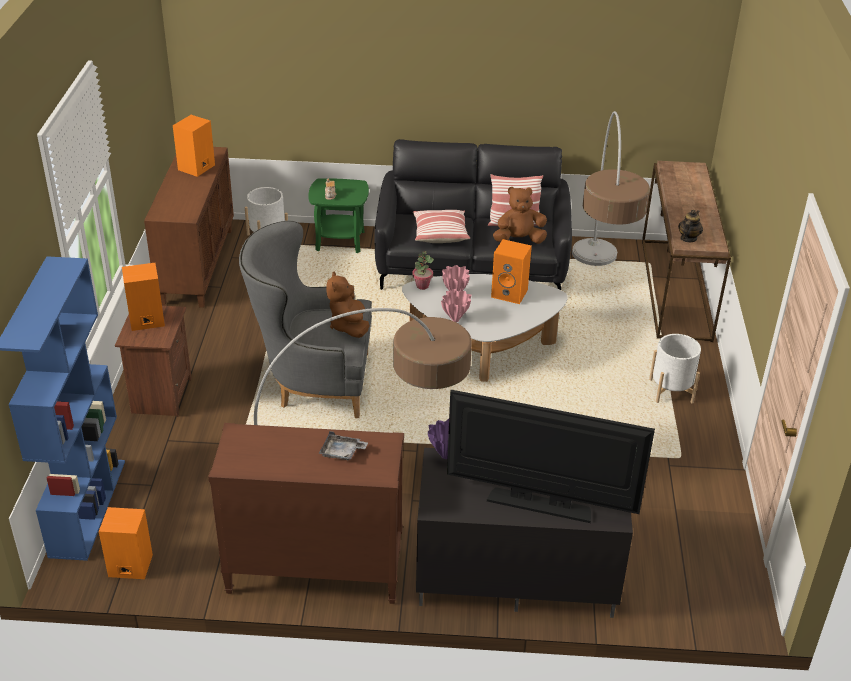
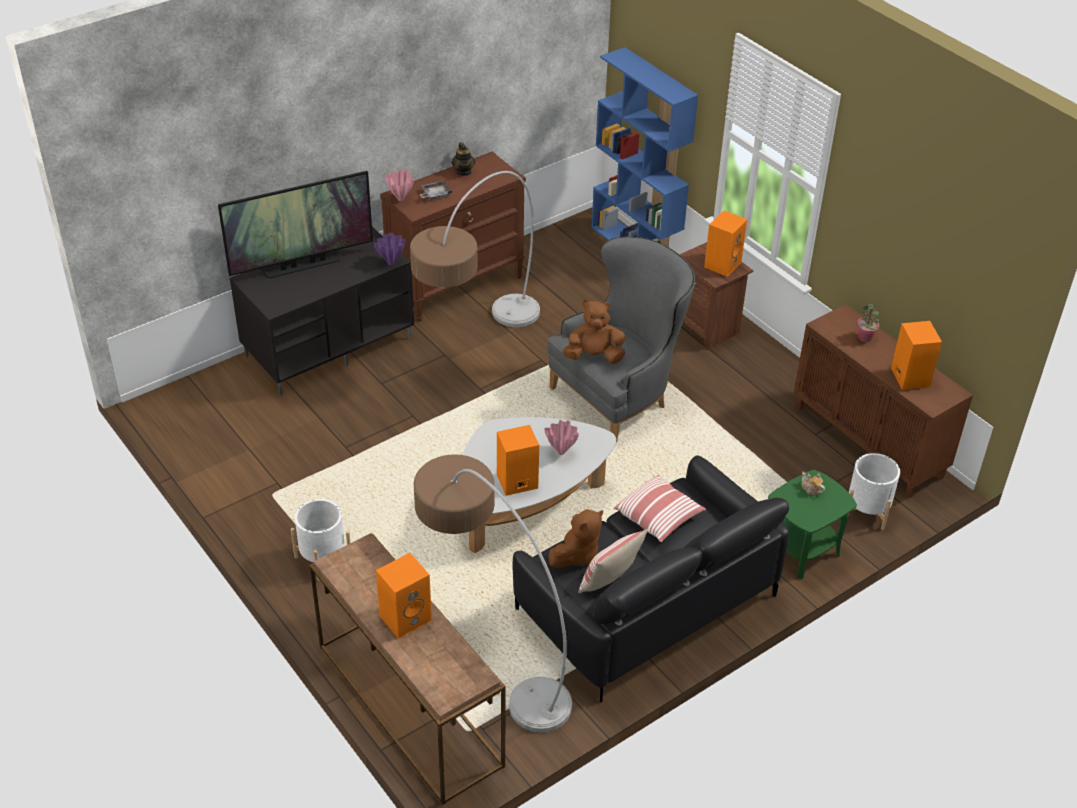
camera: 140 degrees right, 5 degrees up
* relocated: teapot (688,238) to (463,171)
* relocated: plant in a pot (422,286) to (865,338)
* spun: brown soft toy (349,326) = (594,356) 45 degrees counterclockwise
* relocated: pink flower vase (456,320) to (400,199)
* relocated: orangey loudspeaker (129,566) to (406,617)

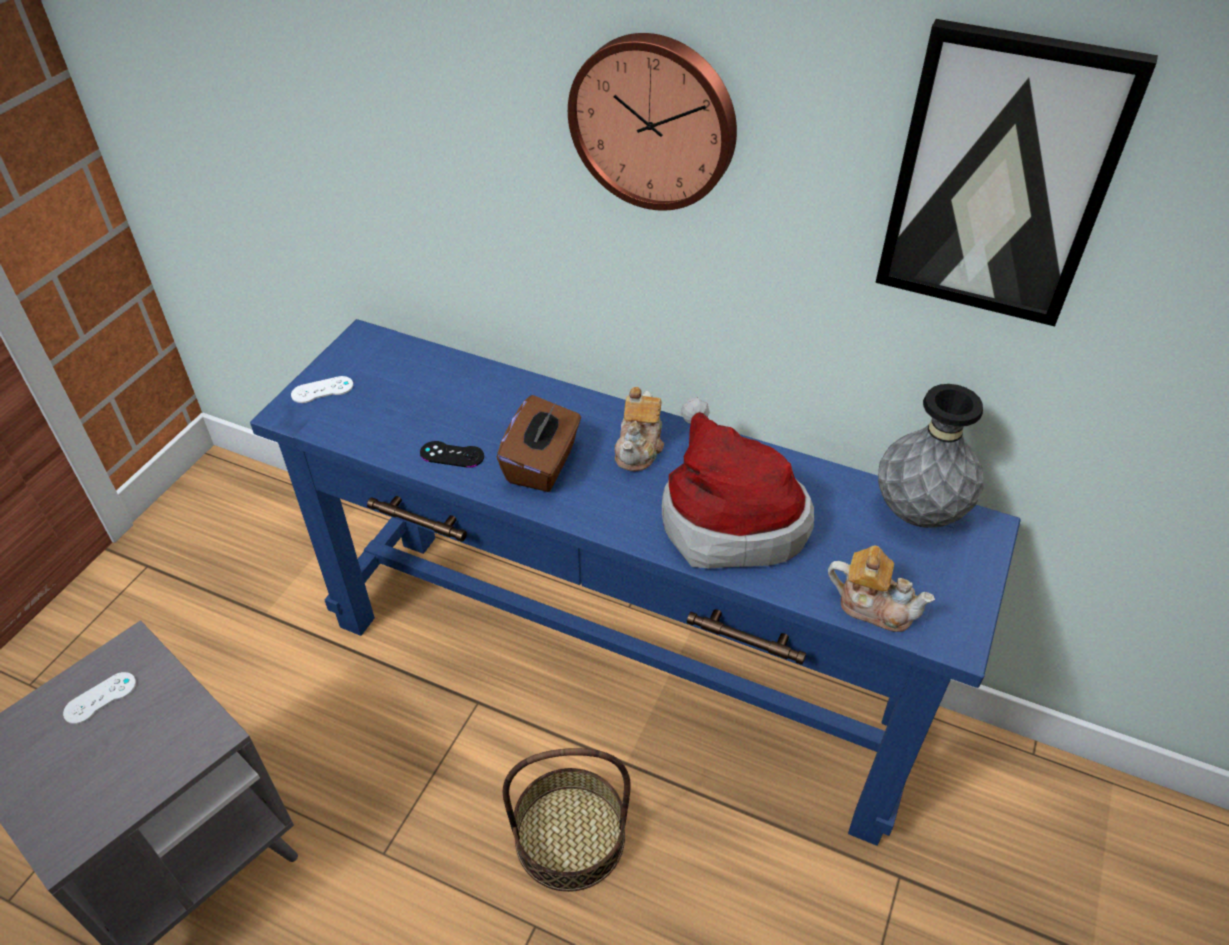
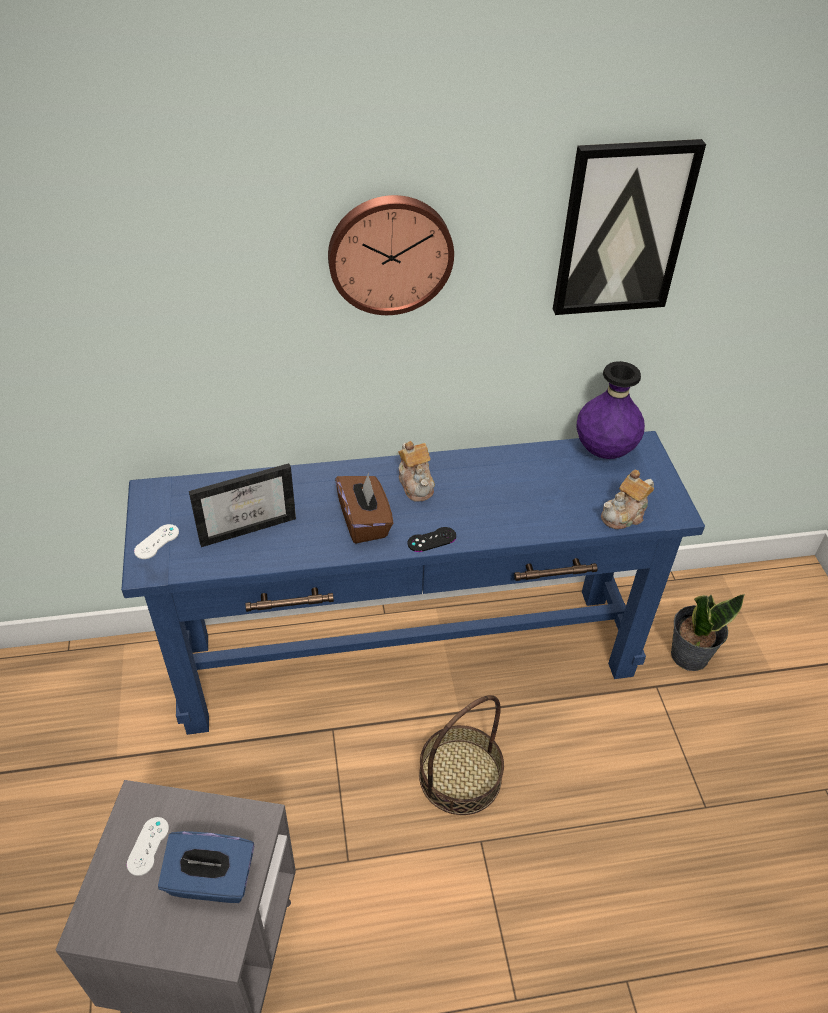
camera: 35 degrees left, 0 degrees up
* colour: greyish flower vase (919,513) to purplish flower vase (604,451)
* missing: clothing hat (727,517)
* relocated: black joypad (452,455) to (432,540)
* spun: teapot (874,606) = (624,515) 150 degrees clockwise
* appeared: standing frame (247,524)
* appeared: plant in a pot (689,654)
* appeared: bluish box of tissues (211,881)

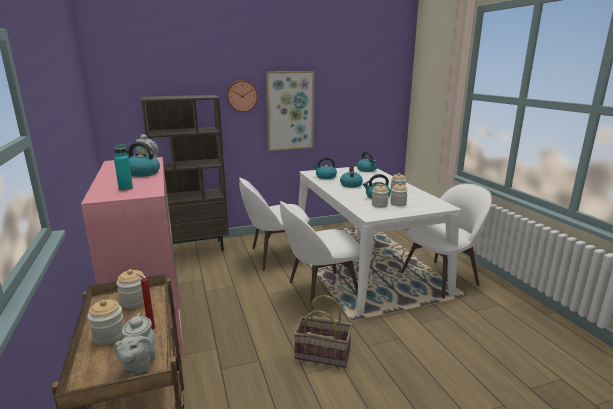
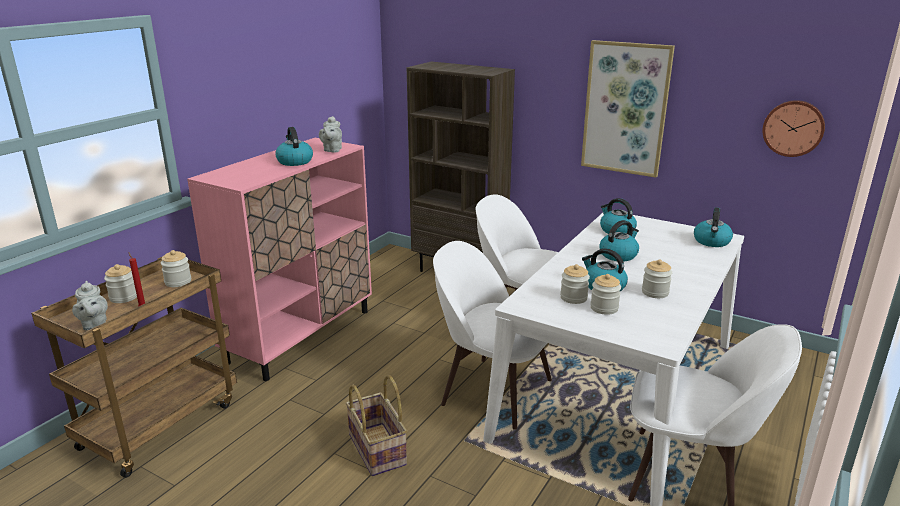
camera: 50 degrees right, 5 degrees up
* relocated: clock on the wall (242,96) to (793,128)
* missing: turquoise bottle (125,188)
* spun: greyish teapot (139,366) = (94,325) 75 degrees counterclockwise

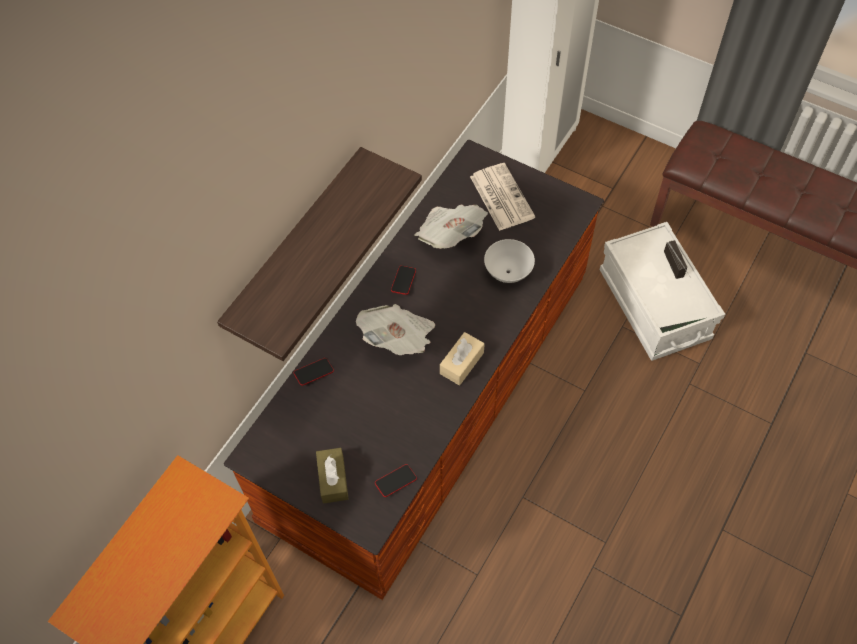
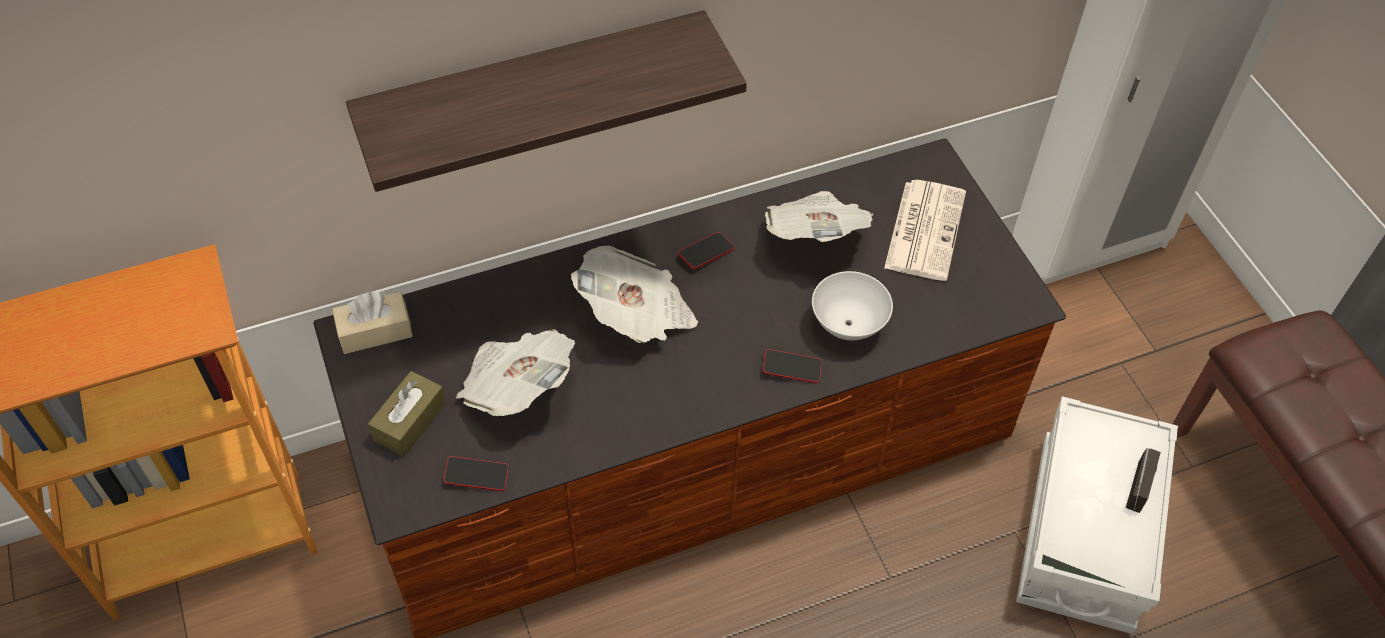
camera: 35 degrees right, 5 degrees down
* relocated: beige box of tissues (462,363) to (375,331)
* relocated: telephone (314,373) to (791,368)
* appeared: newspaper (517,387)

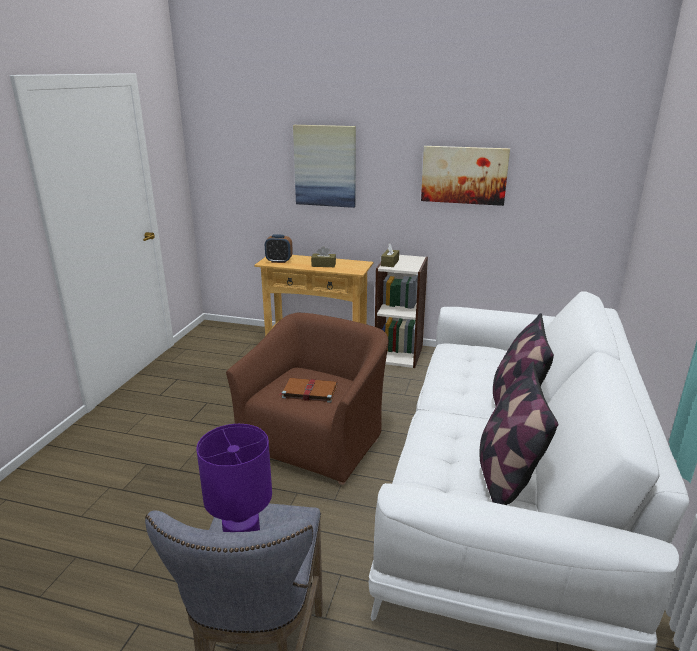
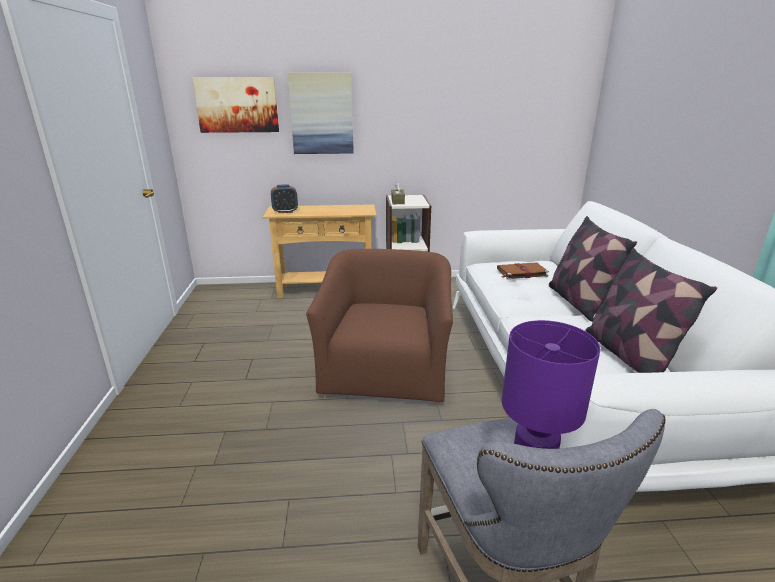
camera: 20 degrees left, 0 degrees up
* relocated: wall art (464,175) to (237,105)
* missing: brown box of tissues (323,265)
* relocated: brown book (309,391) to (521,272)

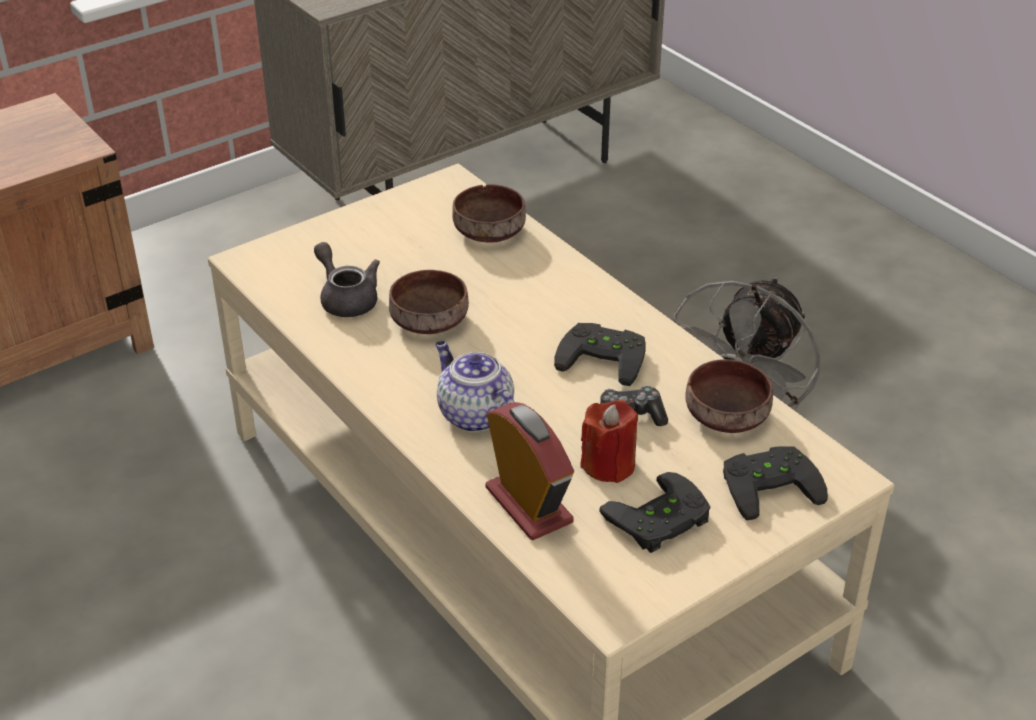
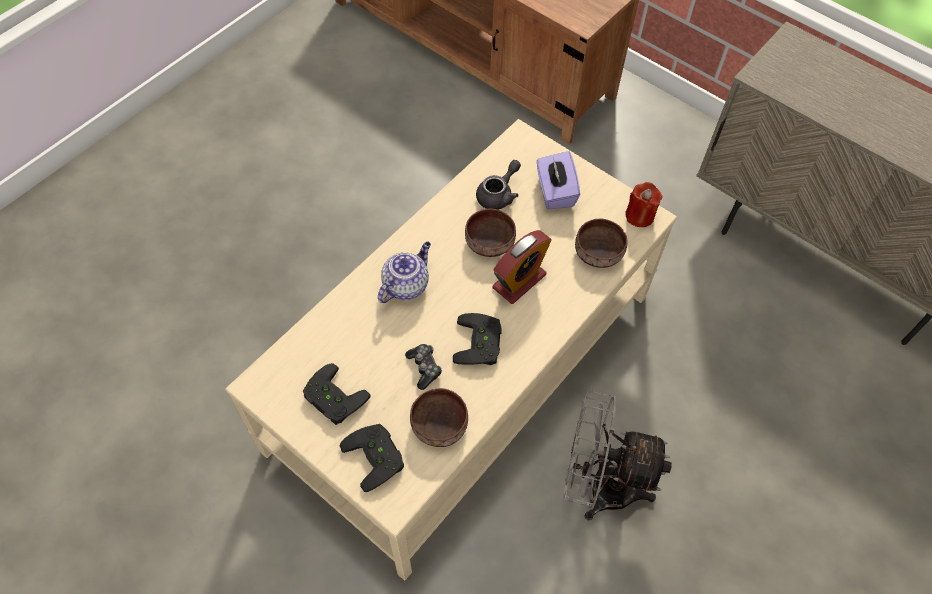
camera: 75 degrees right, 20 degrees up
* relocated: red wax candle (608,465) to (639,216)
* relocated: table clock (528,505) to (519,281)
* appeared: purplish box of tissues (555,192)

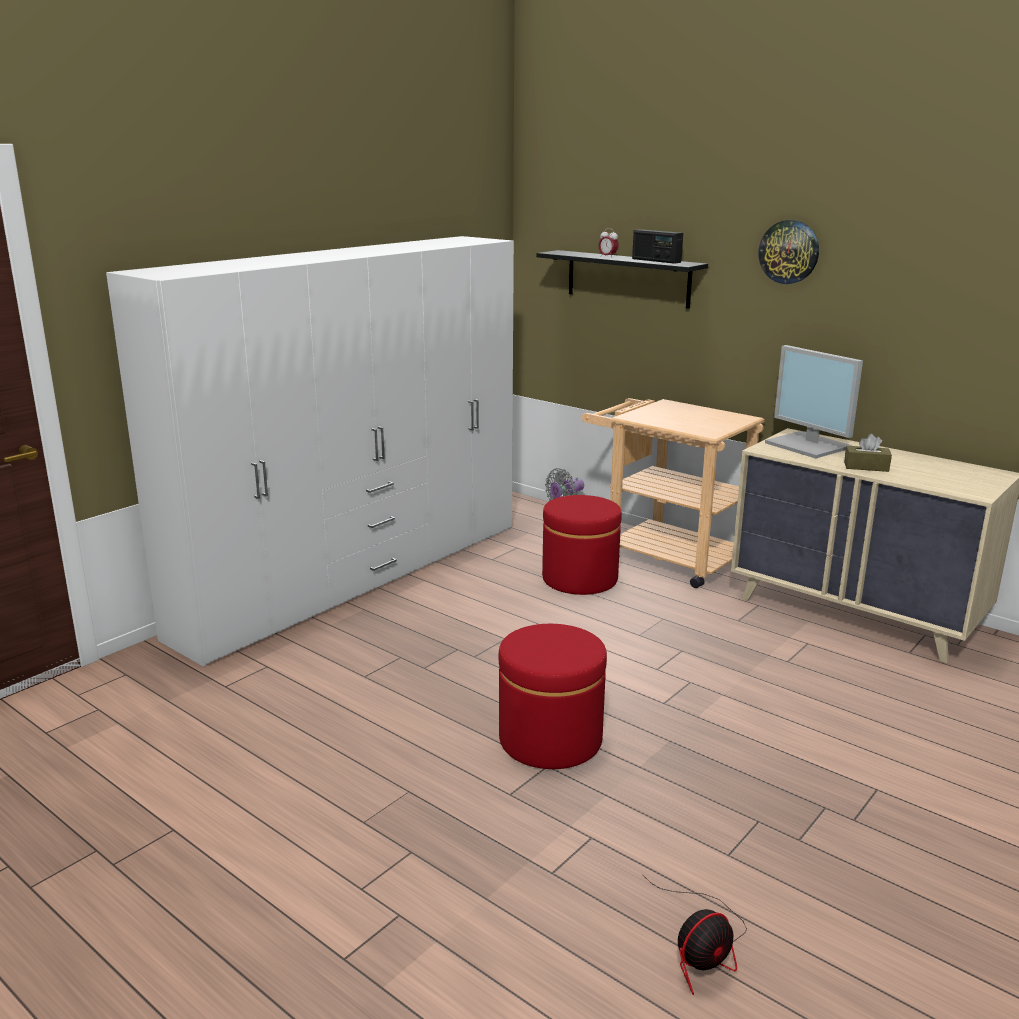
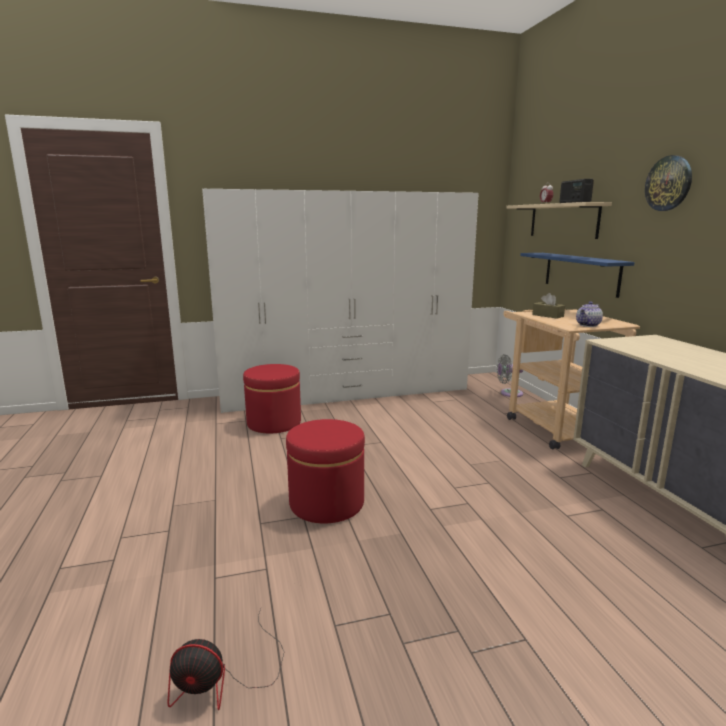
camera: 35 degrees right, 5 degrees down
* colour: black shelf (628,278) to beige shelf (563,220)
* missing: computer screen (809,445)
* relocated: brown box of tissues (866,467) to (547,315)
* relocated: red footrest (579,579) to (274,423)
* appeared: bluish shelf (581,273)
* appeared: teapot (588,325)

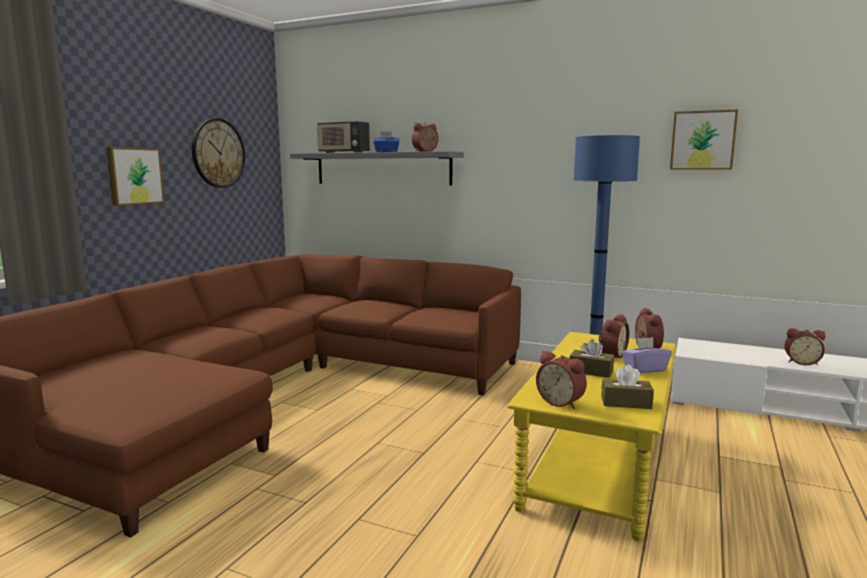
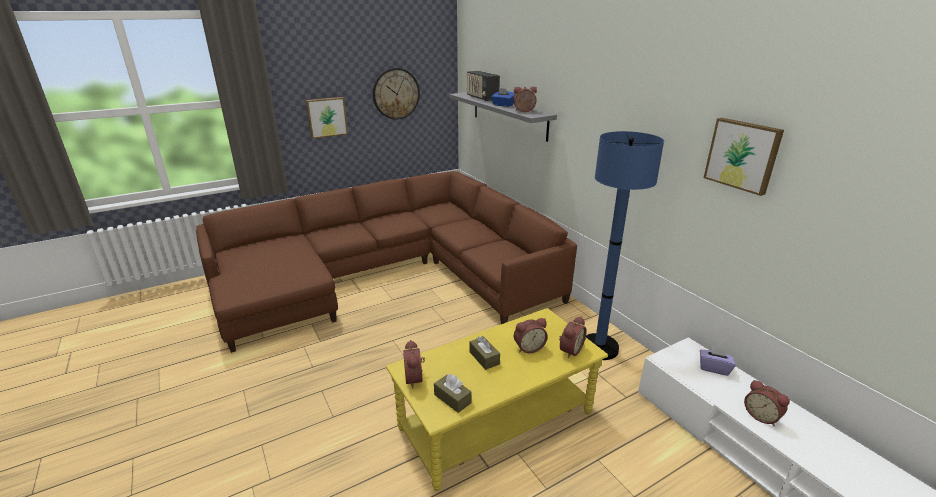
camera: 35 degrees right, 15 degrees up
* relocated: purplish box of tissues (644,369) to (713,368)

